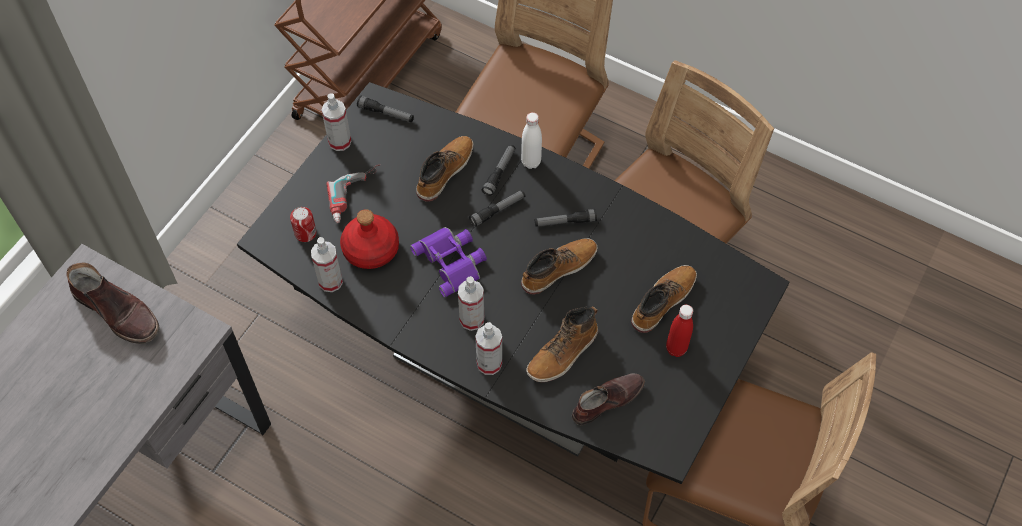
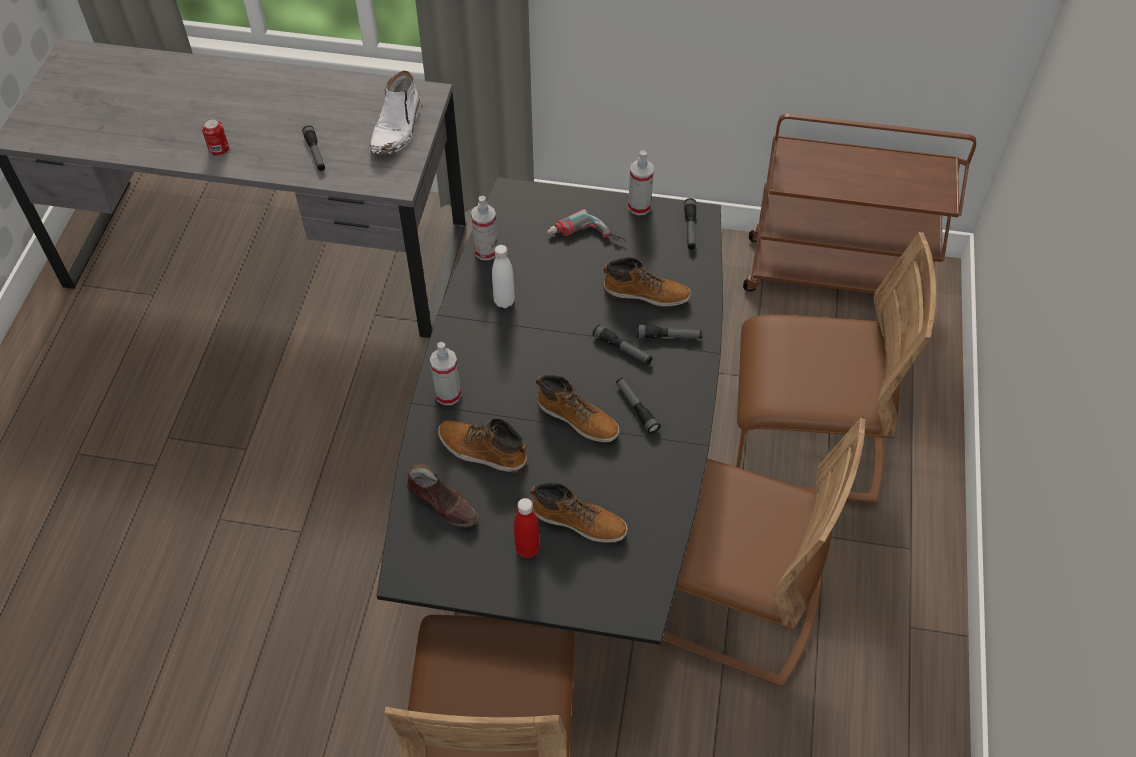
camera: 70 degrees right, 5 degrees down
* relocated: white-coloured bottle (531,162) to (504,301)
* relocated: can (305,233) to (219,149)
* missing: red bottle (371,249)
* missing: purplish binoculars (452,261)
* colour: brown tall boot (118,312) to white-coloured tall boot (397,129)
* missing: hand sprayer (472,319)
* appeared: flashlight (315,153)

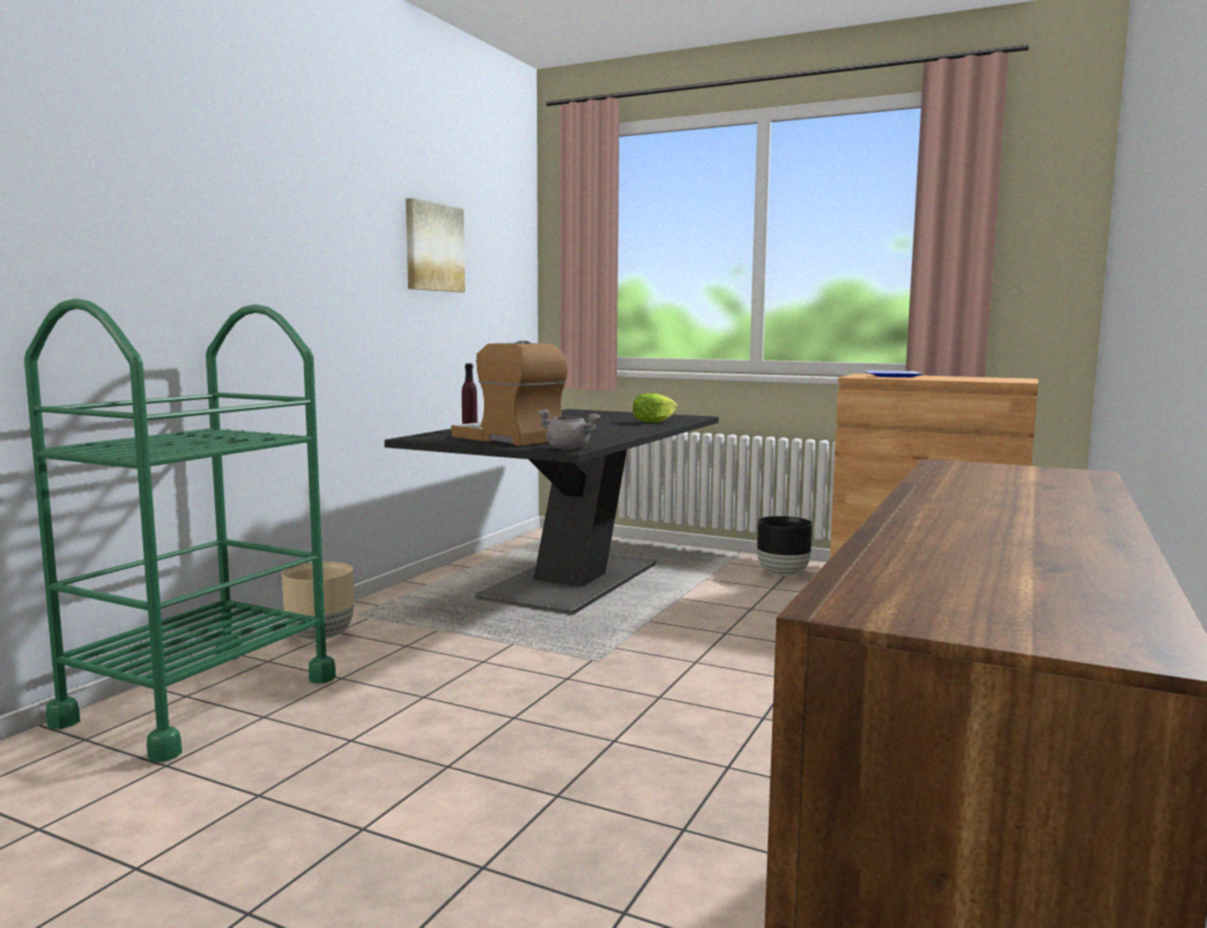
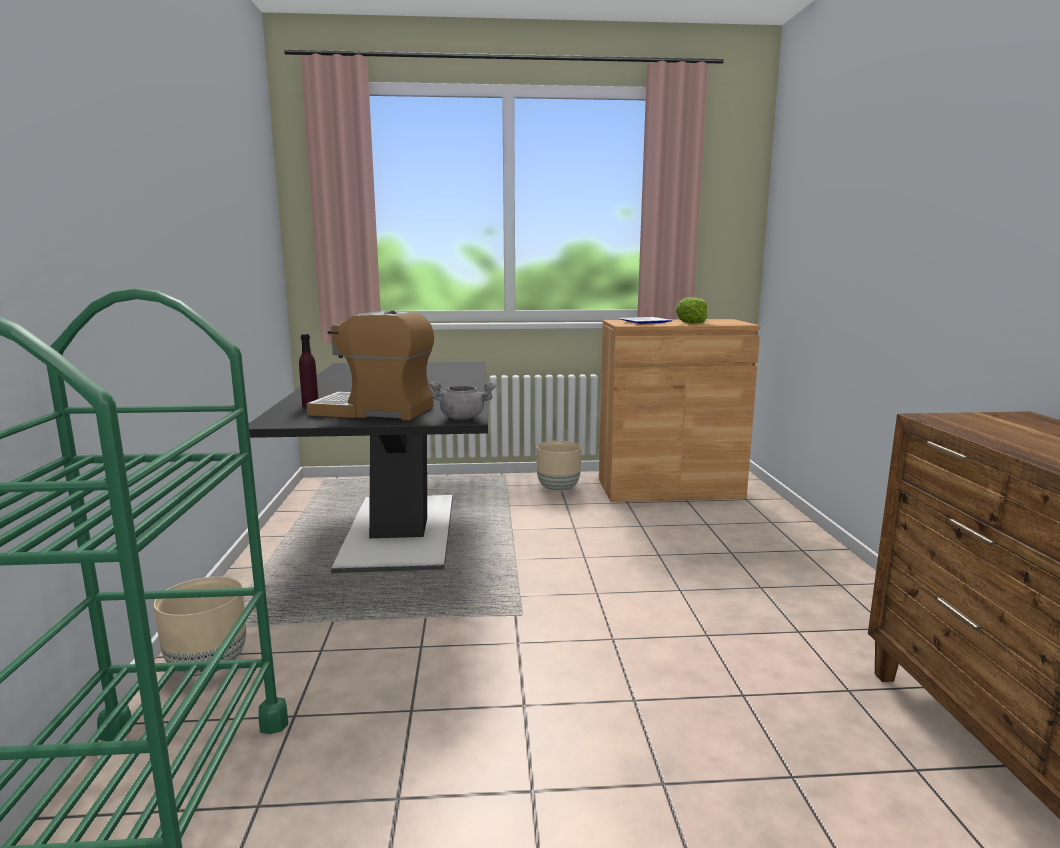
camera: 30 degrees left, 5 degrees up
* missing: wall art (433,247)
* relocated: lettuce head (653,421) to (692,322)
* colour: black planter (782,574) to beige planter (558,489)

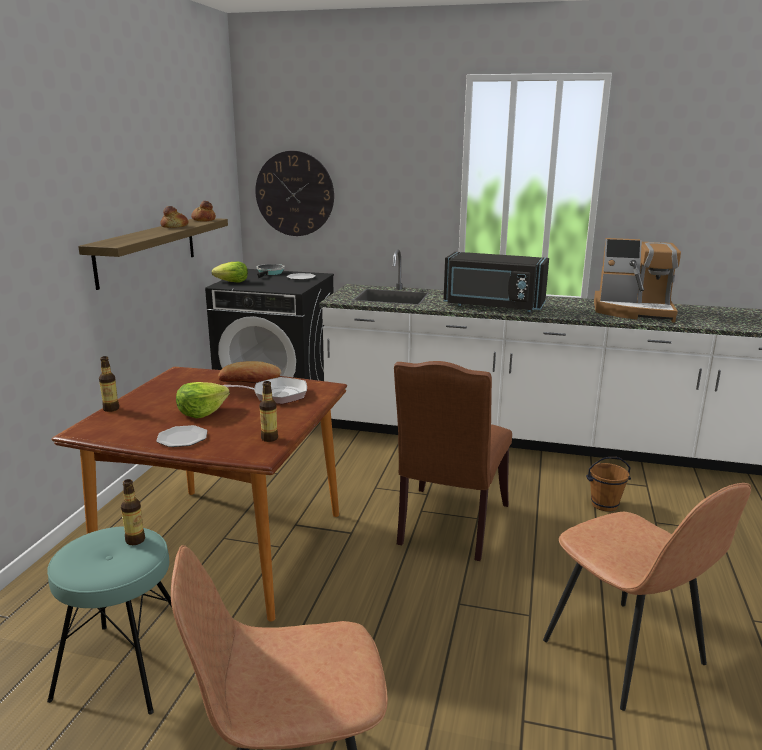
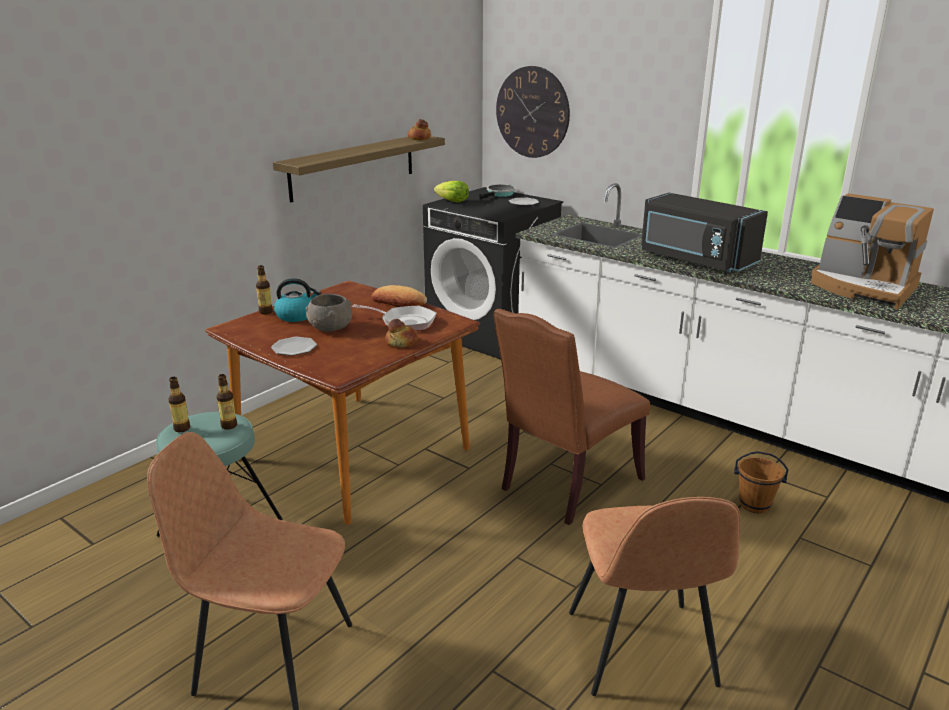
camera: 25 degrees right, 5 degrees up
* relocated: baked bread (175,227) to (401,342)
* relocated: bottle (269,438) to (182,428)
* exchanged: lettuce head (201,412) to greyish bowl (330,327)
* appeared: tea kettle (297,315)

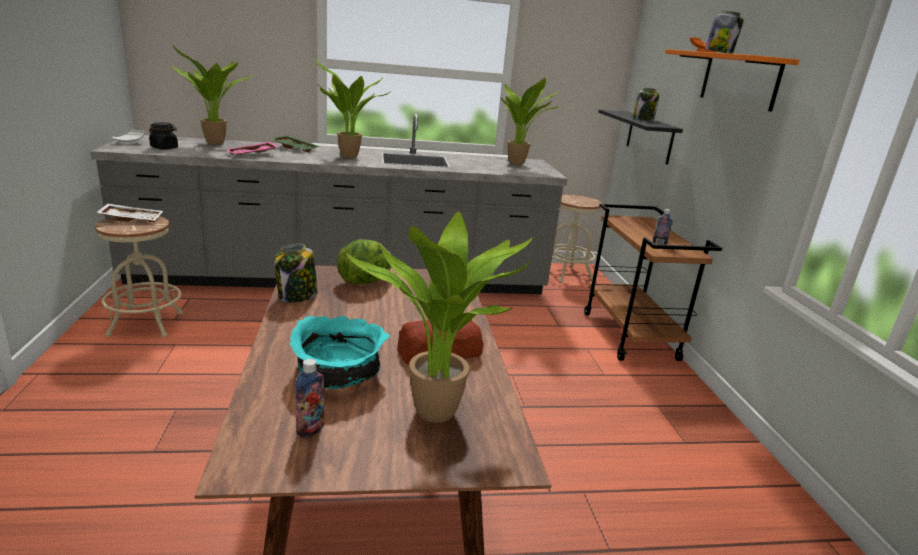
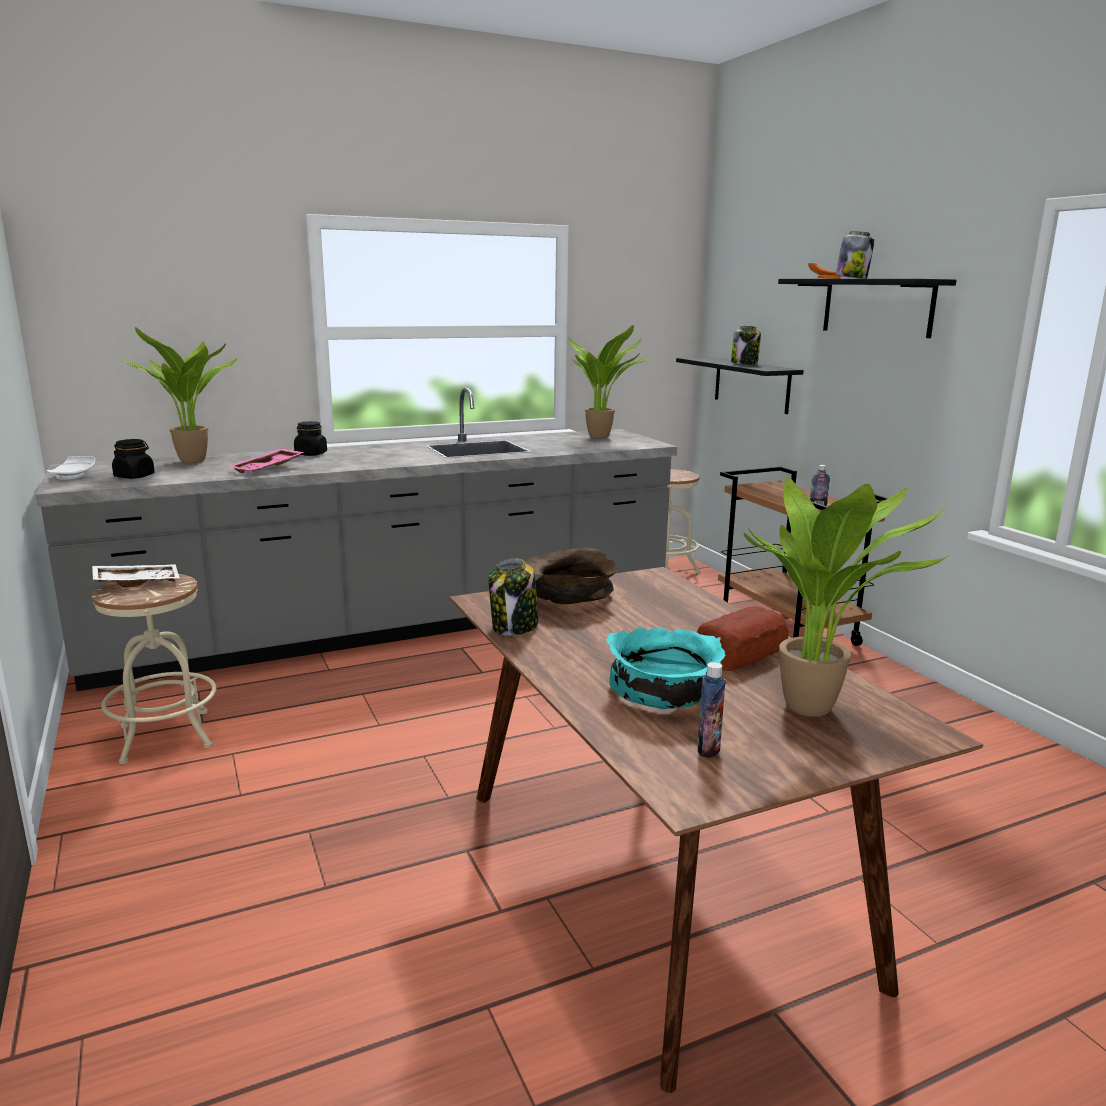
camera: 15 degrees left, 5 degrees down
* colour: orangey shelf (739,80) to black shelf (877,306)
* missing: plant in a pot (347,157)
* exchanged: green tray (296,148) to black storage jar (311,454)
* exchanged: lettuce head (366,281) to brown bowl (570,598)

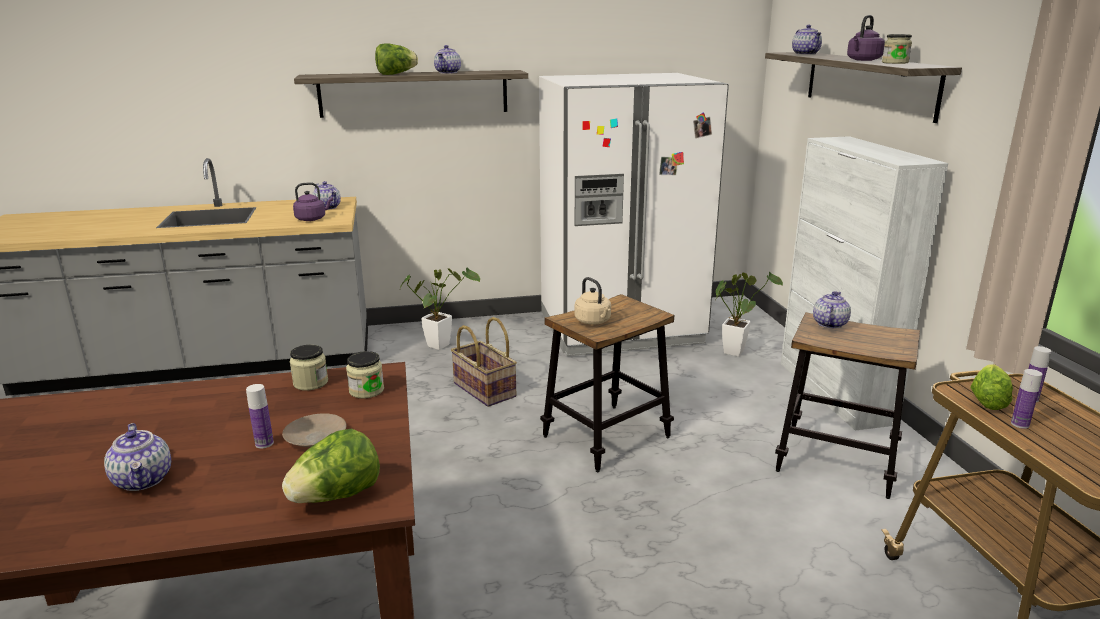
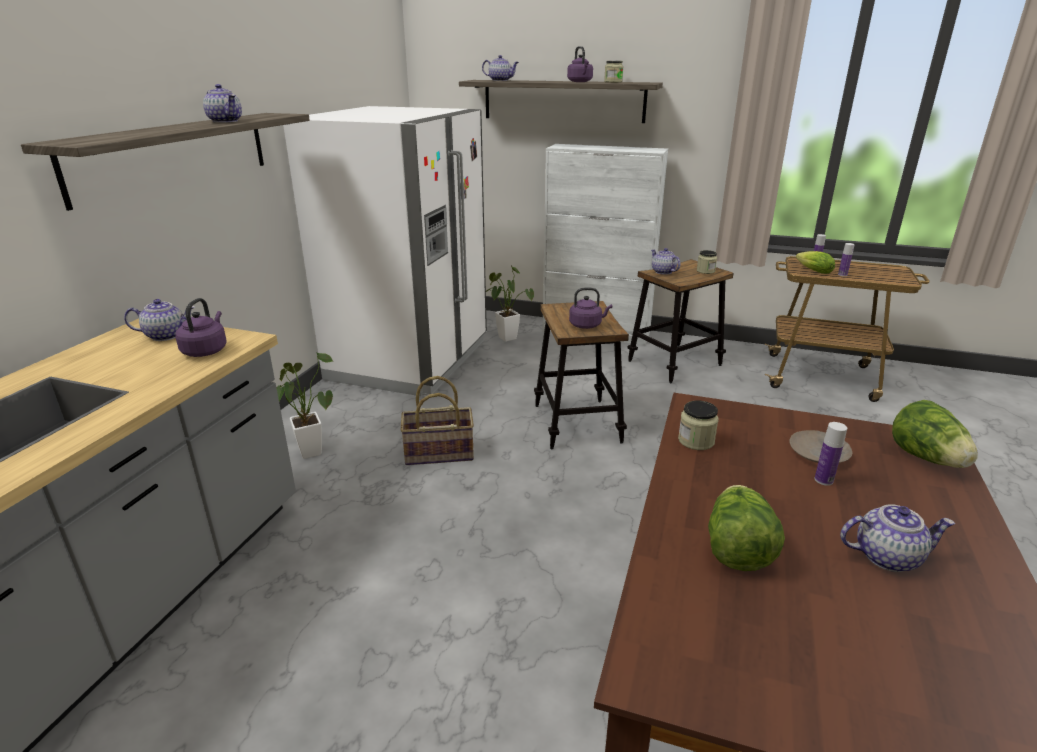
camera: 60 degrees left, 5 degrees up
* relocated: lettuce head (396,74) to (737,549)
* colour: beige tea kettle (594,321) to purplish tea kettle (587,325)
* relocated: storage jar (366,390) to (705,271)

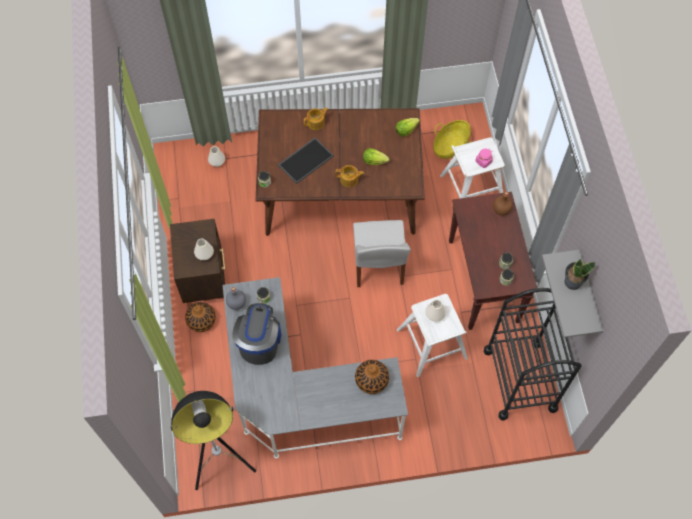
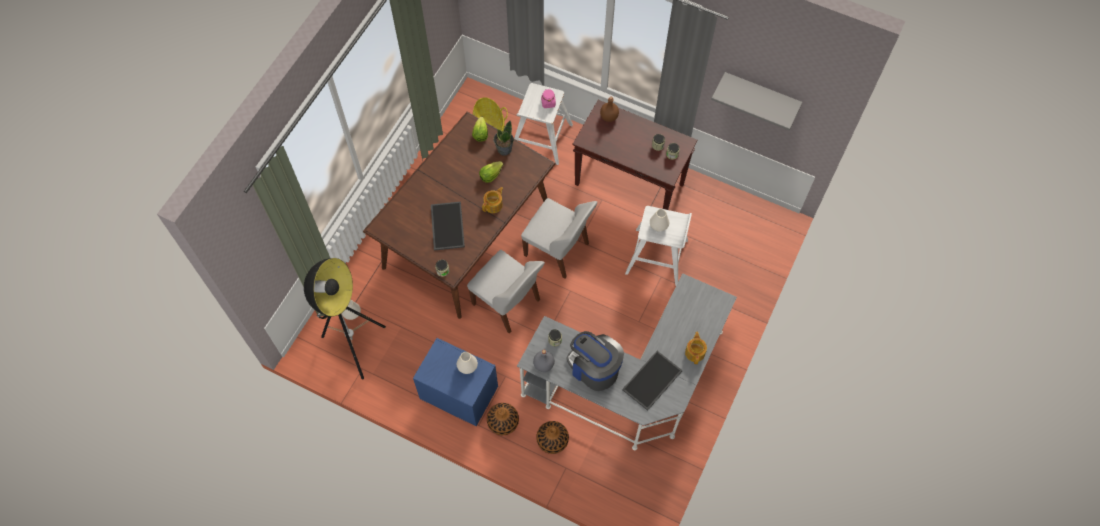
camera: 55 degrees left, 0 degrees up
* relocated: teapot (316,123) to (695,352)
* colour: brown nightstand (204,275) to bluish nightstand (459,393)
* relocated: plant in a pot (572,282) to (504,149)
* missing: black wheeled cart (520,379)
* relocated: flower vase (371,380) to (552,440)
* relocated: standing lamp (221,459) to (354,346)
* appeared: white-coloured plain chair (507,303)
* appeared: tray (652,381)

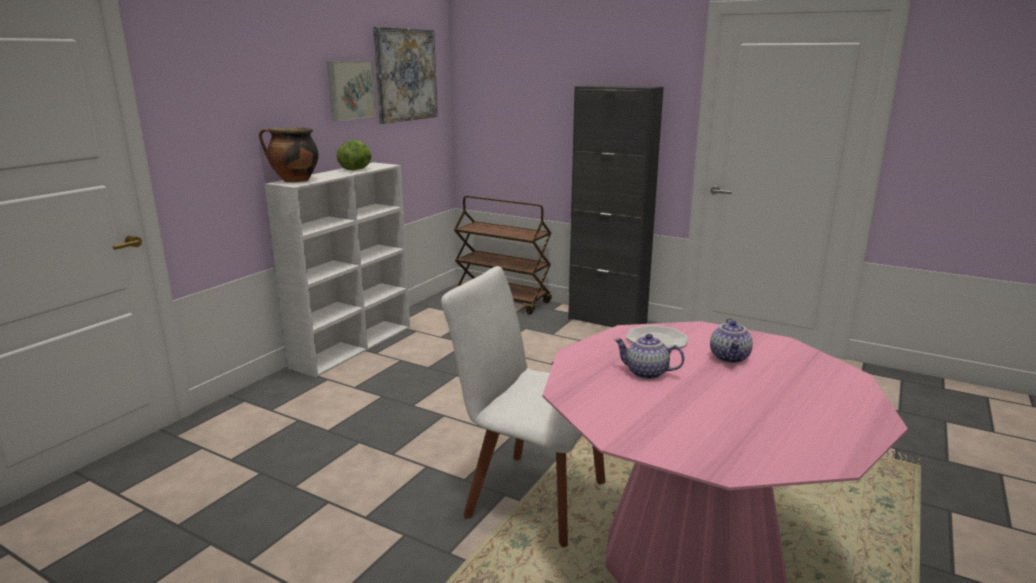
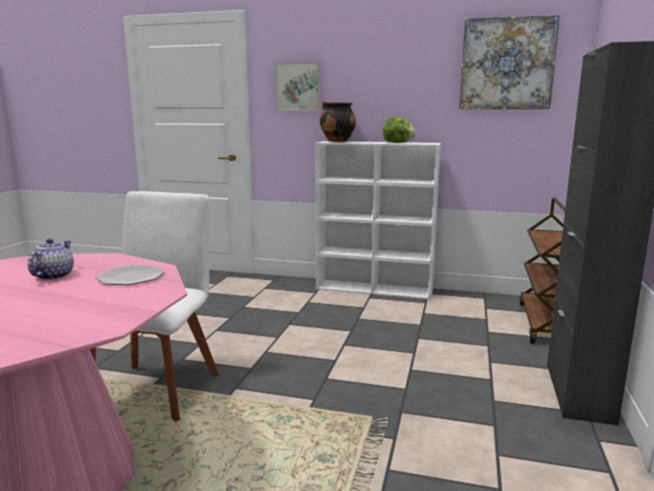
camera: 75 degrees right, 5 degrees down
* relocated: wall art (349,90) to (298,87)
* missing: teapot (730,358)

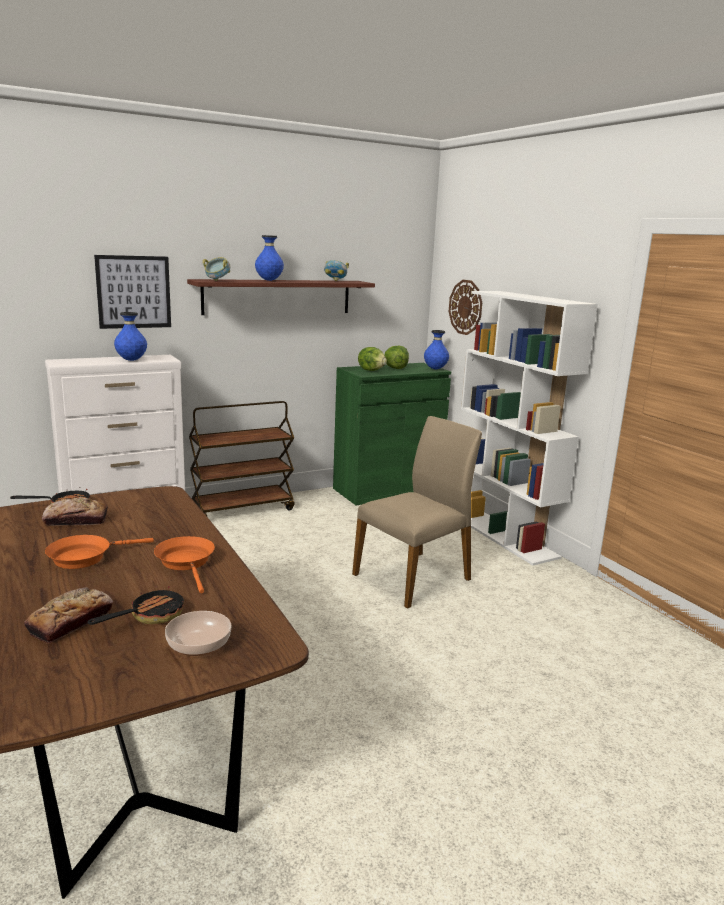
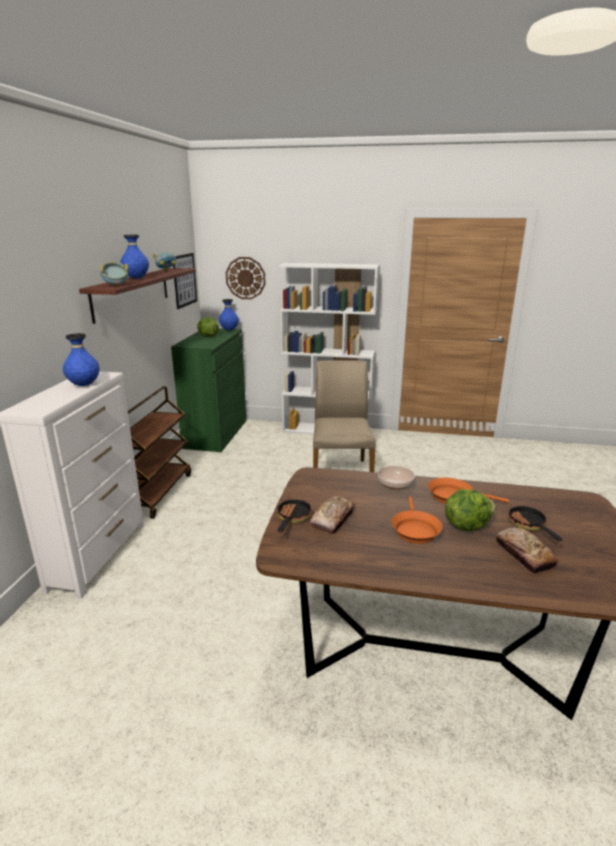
camera: 50 degrees left, 5 degrees up
* relocated: wall art (134,292) to (184,280)
* relocated: lettuce head (372,370) to (466,525)
* relocated: bowl (198,645) to (395,484)

